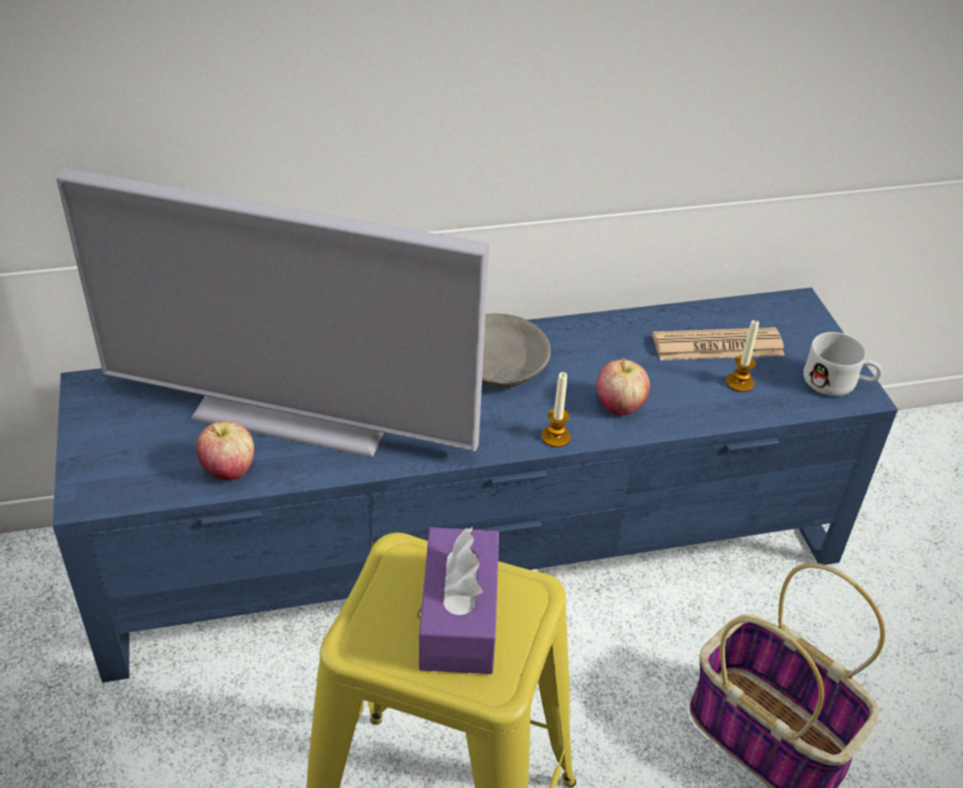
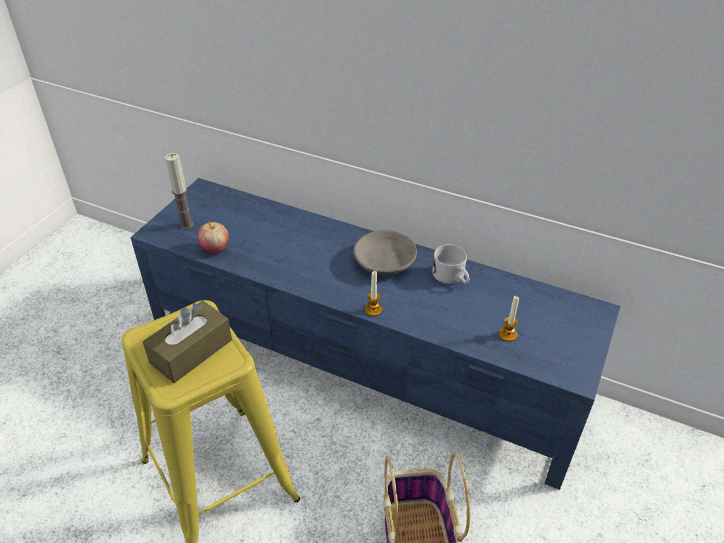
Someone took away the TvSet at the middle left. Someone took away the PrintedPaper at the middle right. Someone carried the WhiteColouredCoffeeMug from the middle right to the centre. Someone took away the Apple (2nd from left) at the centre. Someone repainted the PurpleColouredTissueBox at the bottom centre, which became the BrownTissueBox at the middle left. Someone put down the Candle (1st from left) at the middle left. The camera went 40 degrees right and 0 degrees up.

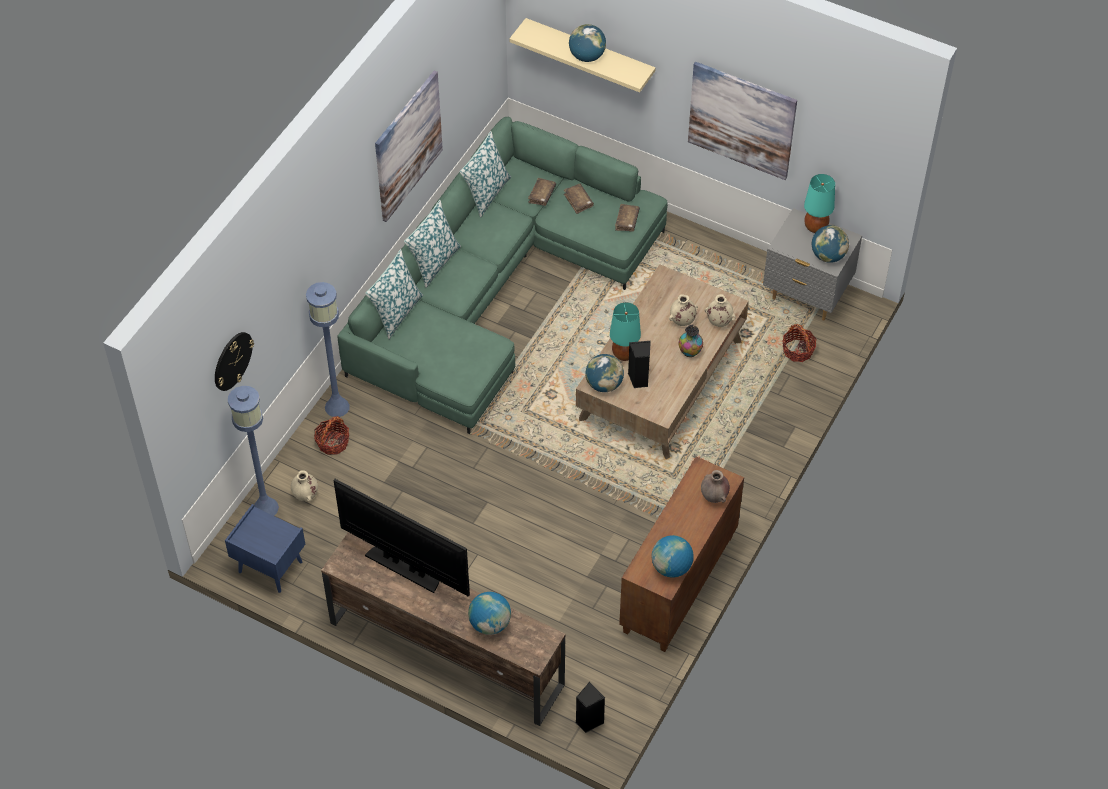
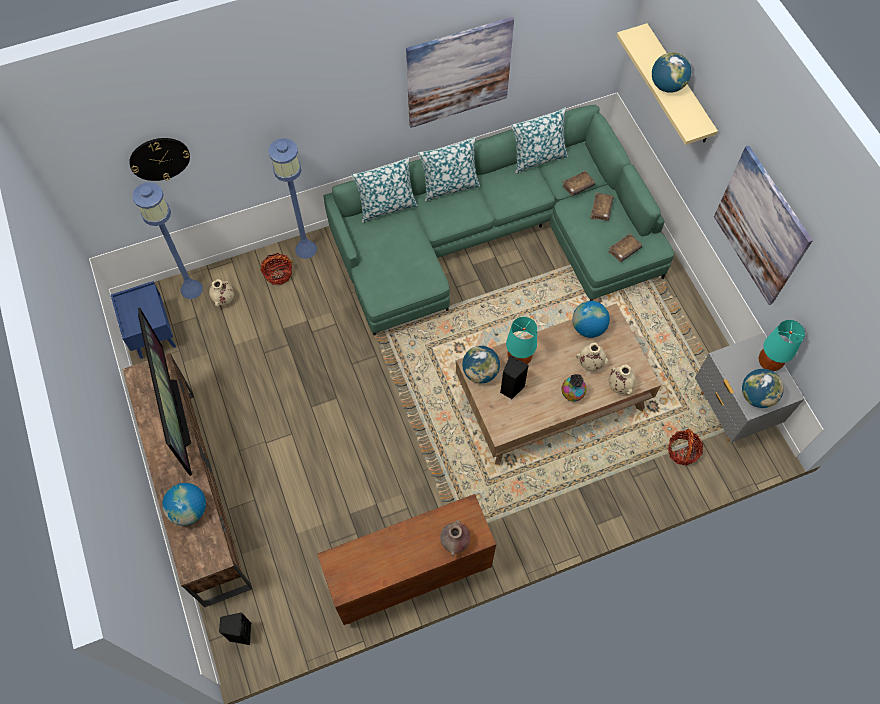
Someone carried the DeskGlobe (4th from left in the first image) from the bottom centre to the middle right. The camera went 40 degrees right and 10 degrees up.

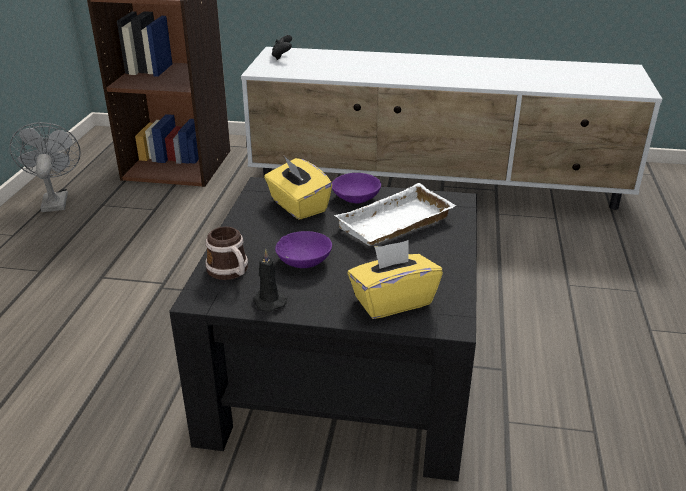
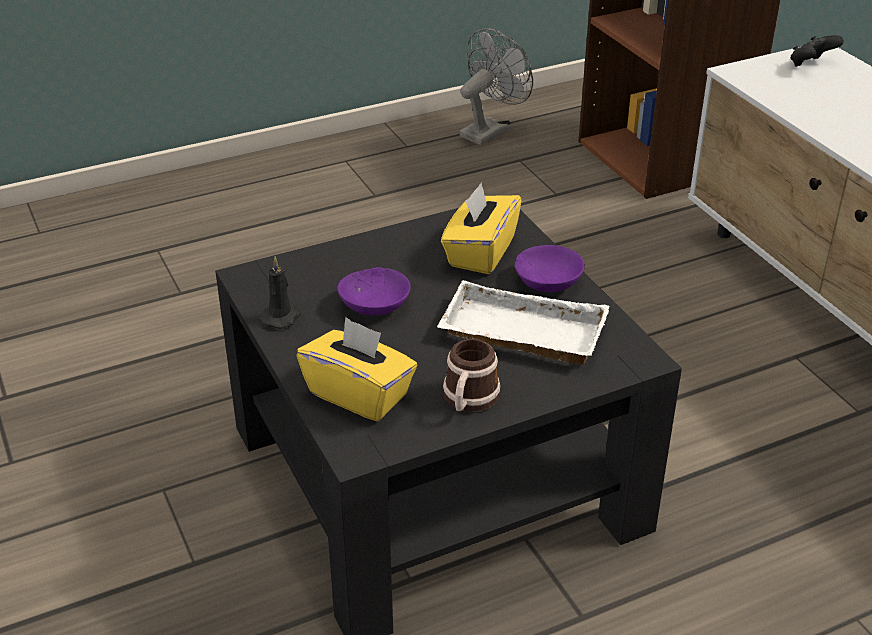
Someone carried the CoffeeMug from the middle left to the centre. The camera went 55 degrees right and 5 degrees up.

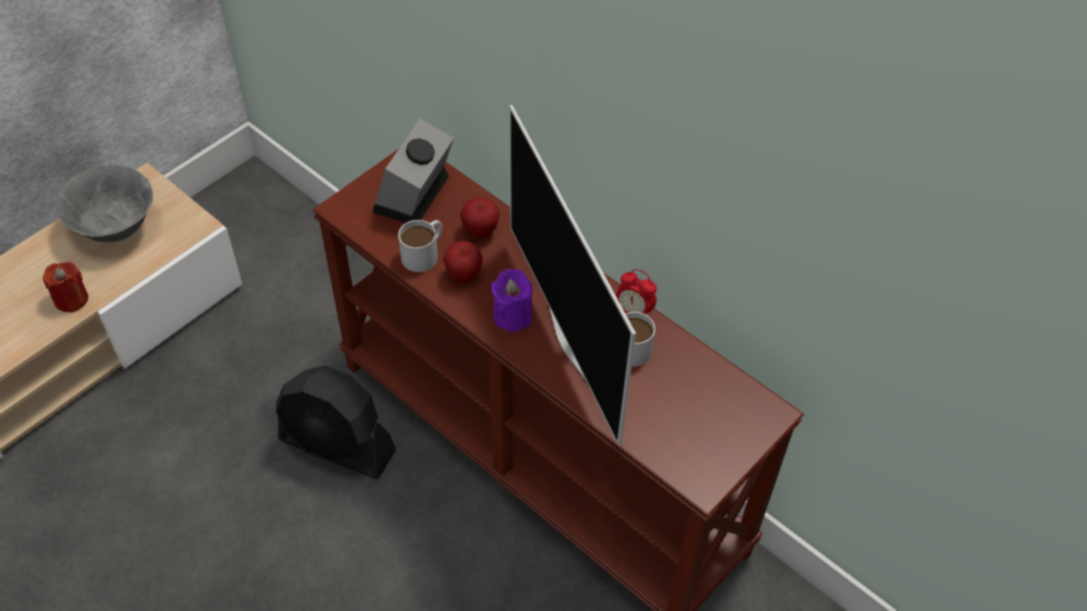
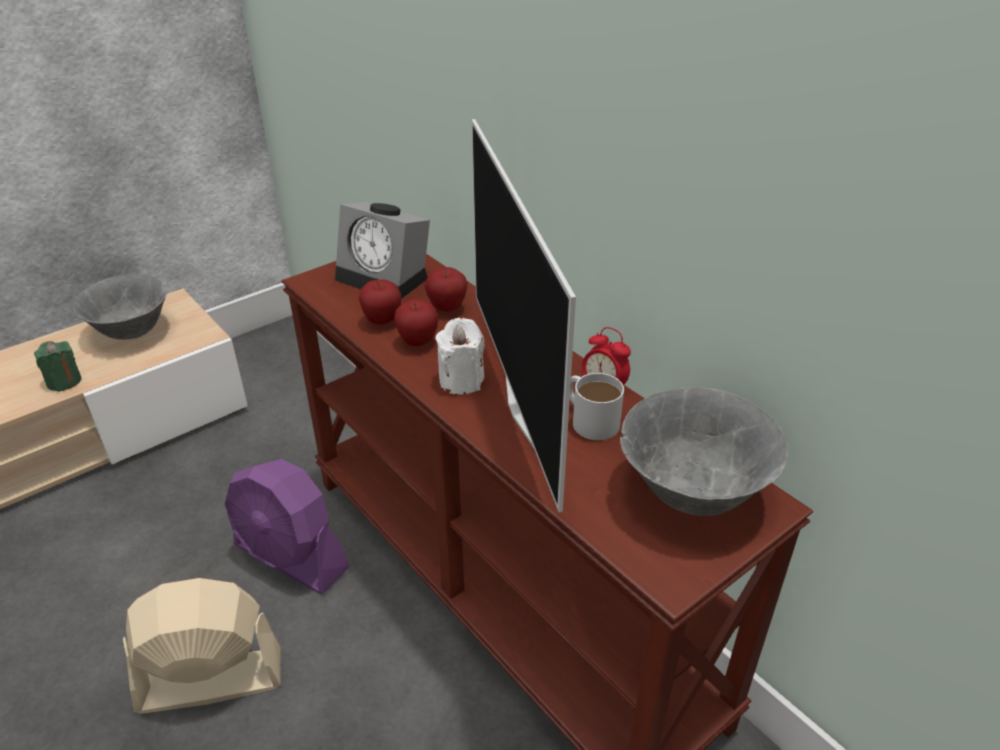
Someone rotated the AlarmClock (1st from left) at the top centre by 90 degrees counterclockwise. Someone swapped the WhiteColouredCoffeeMug (1st from left) at the centre for the Apple (1st from left) at the centre. Someone repainted the RedColouredCandle at the middle left, which became the GreenColouredCandle at the middle left. Someone repainted the PurpleColouredCandle at the centre, which became the WhiteColouredCandle at the centre. Someone repainted the BlackFan at the bottom left, which became the PurpleColouredFan at the bottom left. Someone put down the GrayBowl (2nd from left) at the middle right. Someone put down the BeigeFan at the bottom left. The camera went 10 degrees right and 15 degrees down.

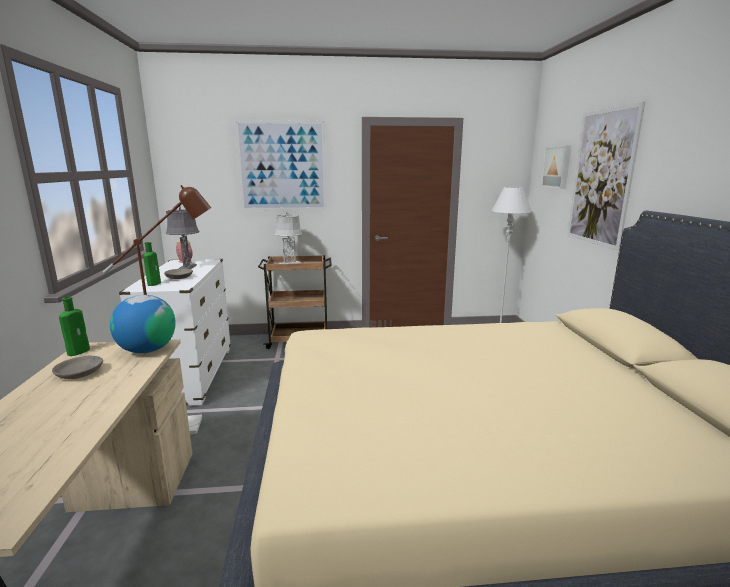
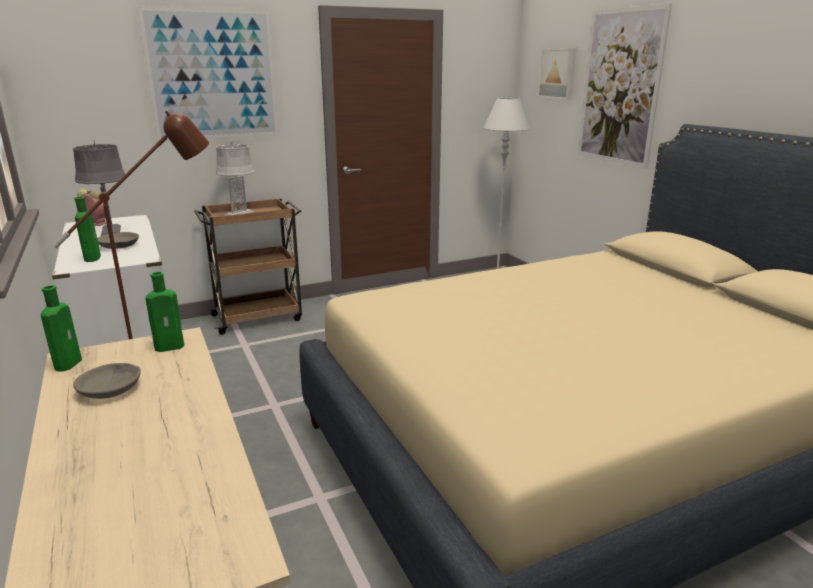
Someone swapped the DeskGlobe at the middle left for the GreenColouredBeverageBottle (3rd from left) at the middle left. The camera went 20 degrees left and 5 degrees up.

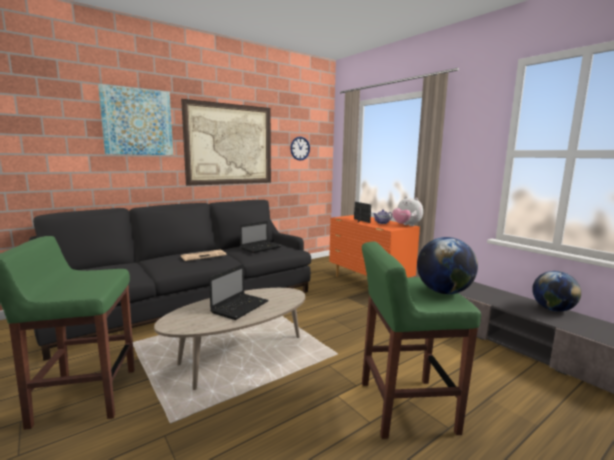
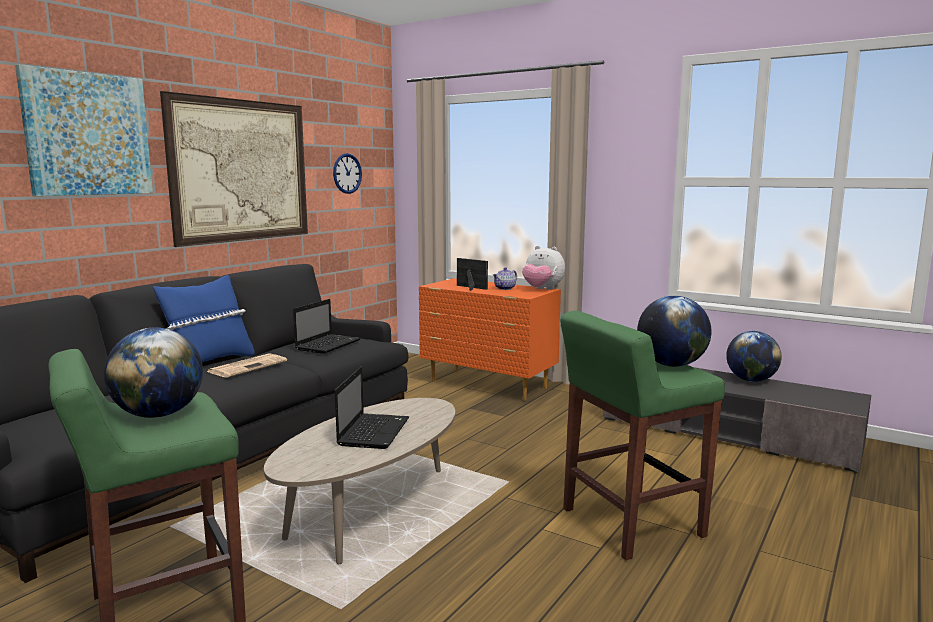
Someone put down the BluishThrowPillow at the middle left. Someone put down the DeskGlobe (1st from left) at the middle left. The camera went 20 degrees left and 0 degrees up.

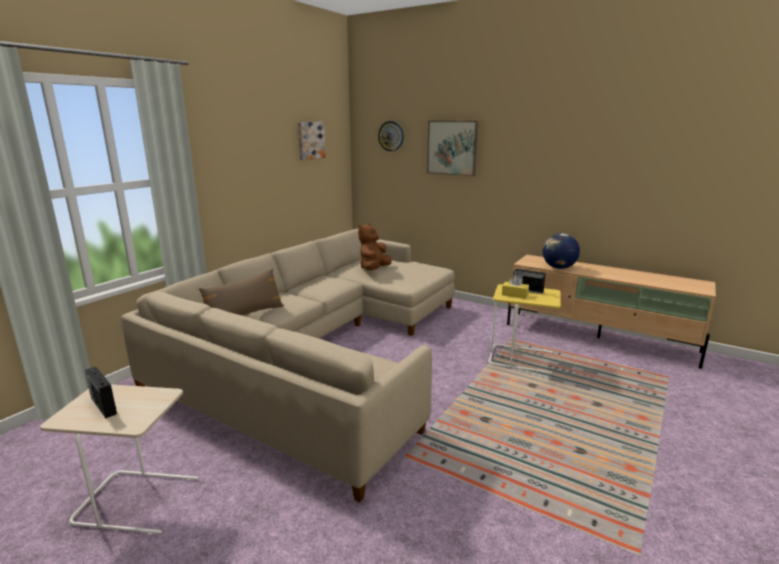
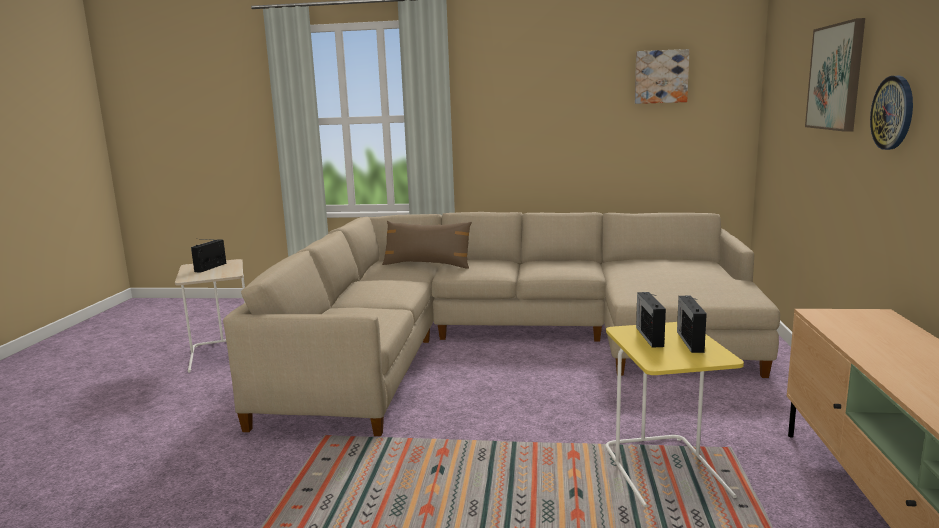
Someone carried the HangingClock from the top centre to the top right. Someone took away the BrownSoftToy at the centre. Someone took away the DeskGlobe at the middle right. Someone swapped the YellowColouredTissueBox at the centre for the RadioSet (2nd from left) at the middle right. The camera went 65 degrees right and 5 degrees down.

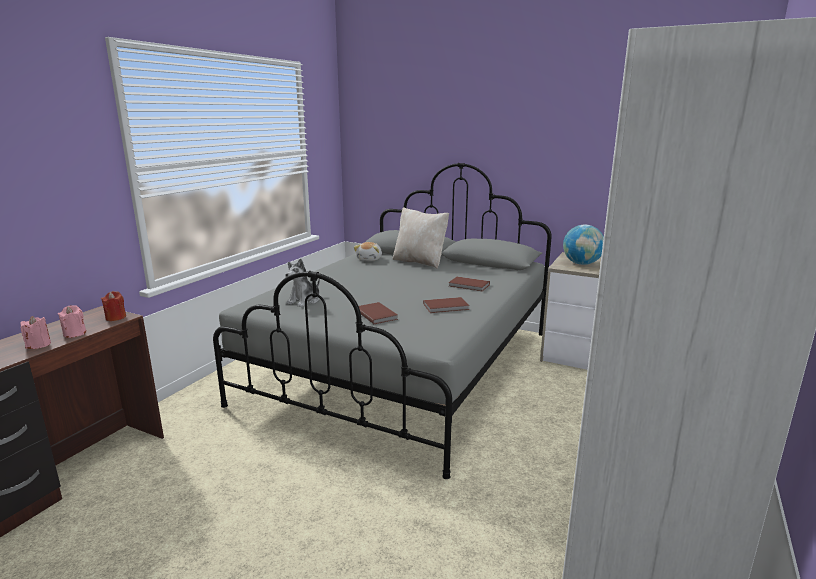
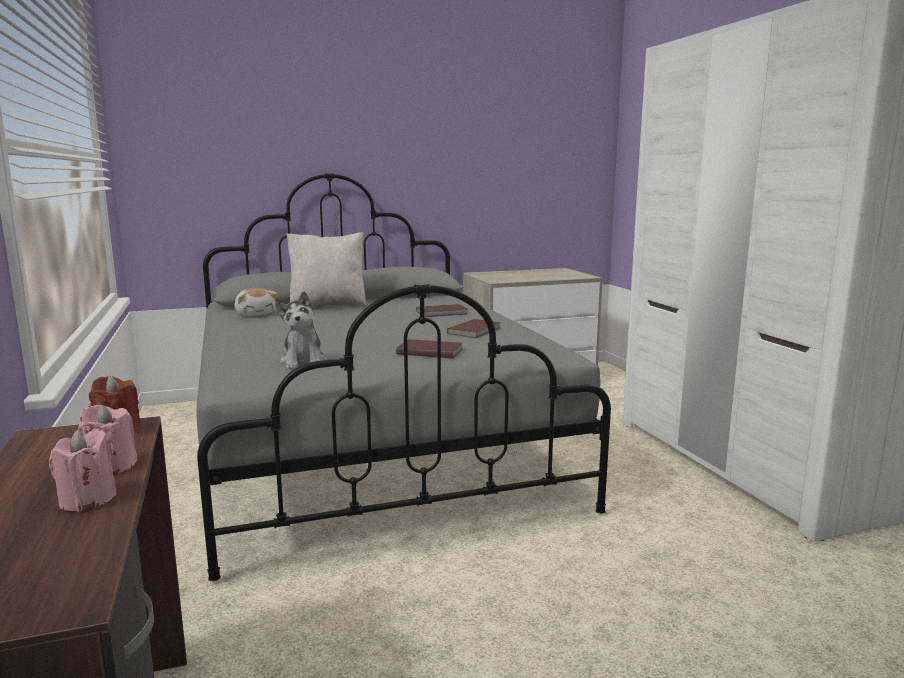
Someone took away the DeskGlobe at the middle right. The camera went 45 degrees left and 5 degrees down.

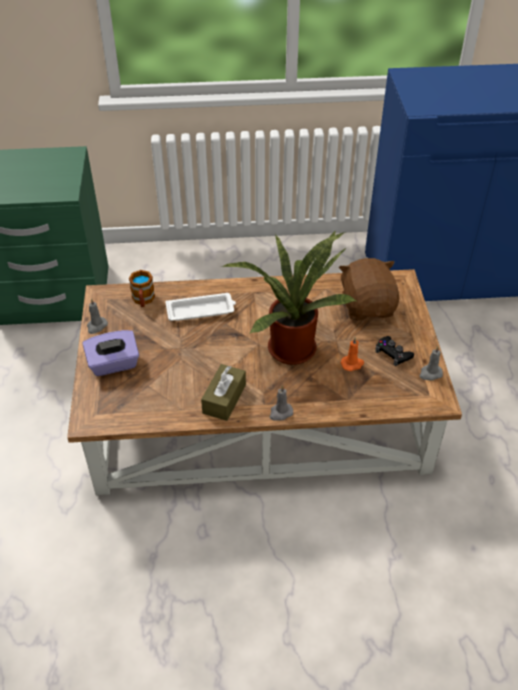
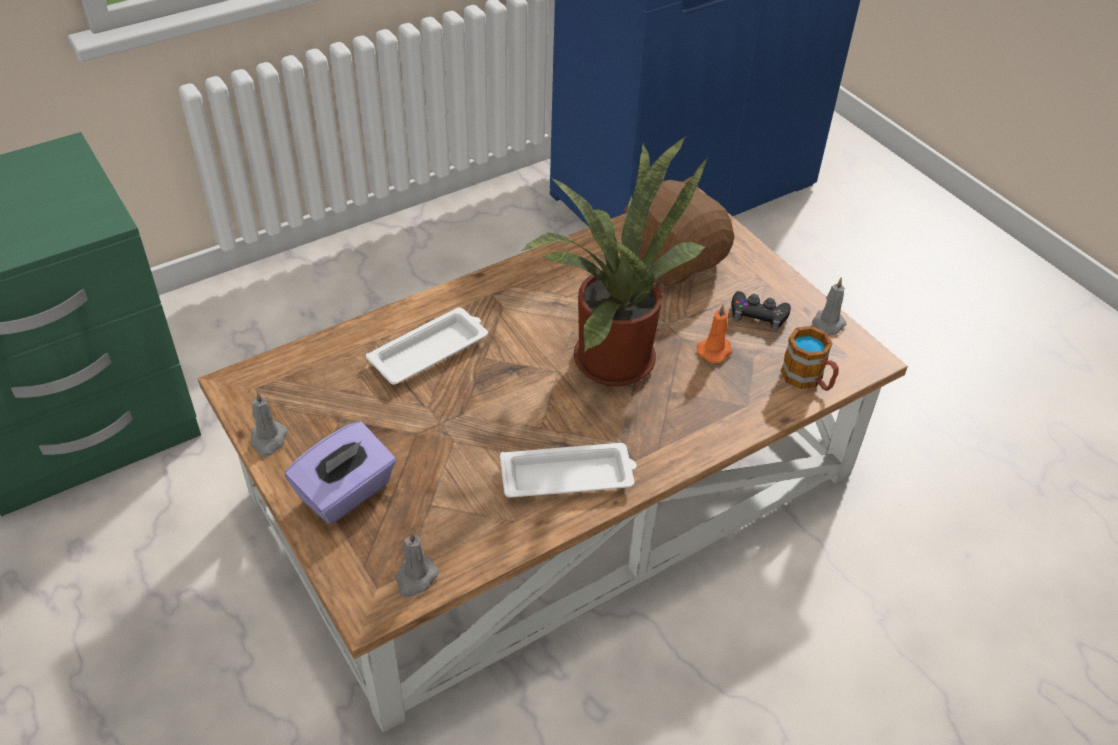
Someone carried the CoffeeMug from the middle left to the middle right. Someone swapped the BrownTissueBox at the centre for the WhiteColouredCarryingTray (2nd from left) at the centre. Someone carried the GrayCandle (2nd from left) from the centre to the bottom centre. The camera went 30 degrees left and 0 degrees up.

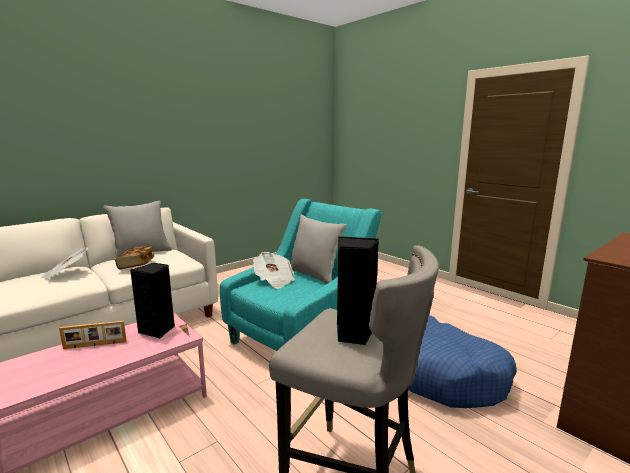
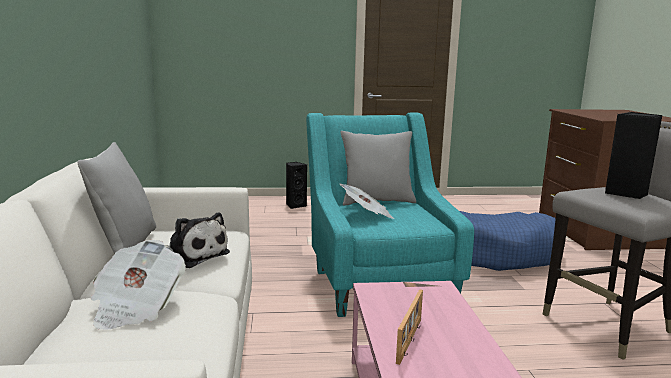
Someone swapped the Book at the middle left for the SoftToy at the middle left. Someone carried the BlackAudioSpeaker (1st from left) from the middle left to the centre. The camera went 55 degrees left and 0 degrees up.

